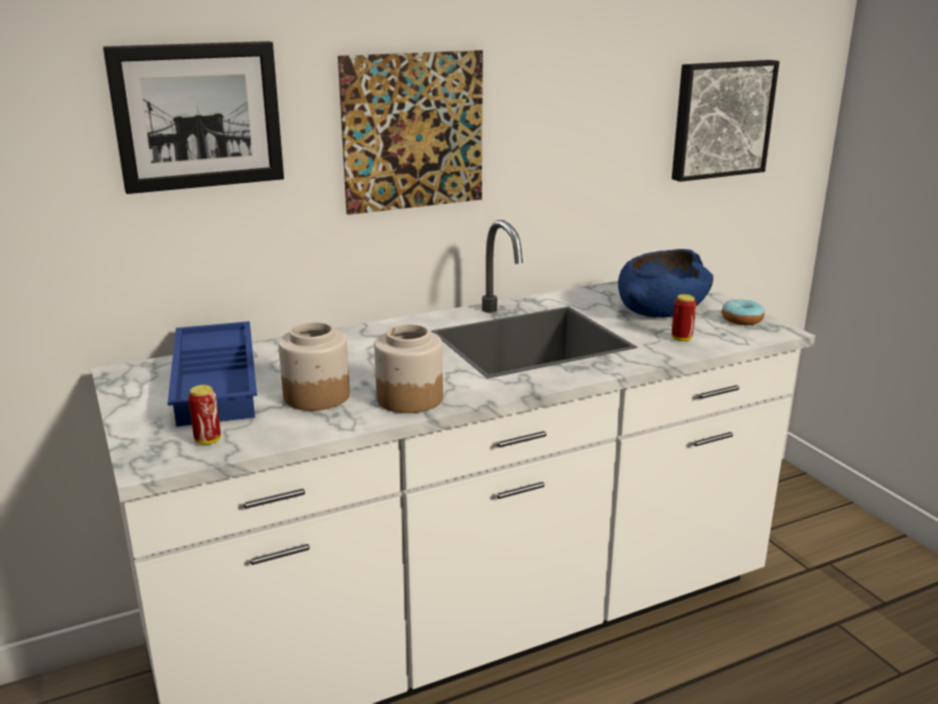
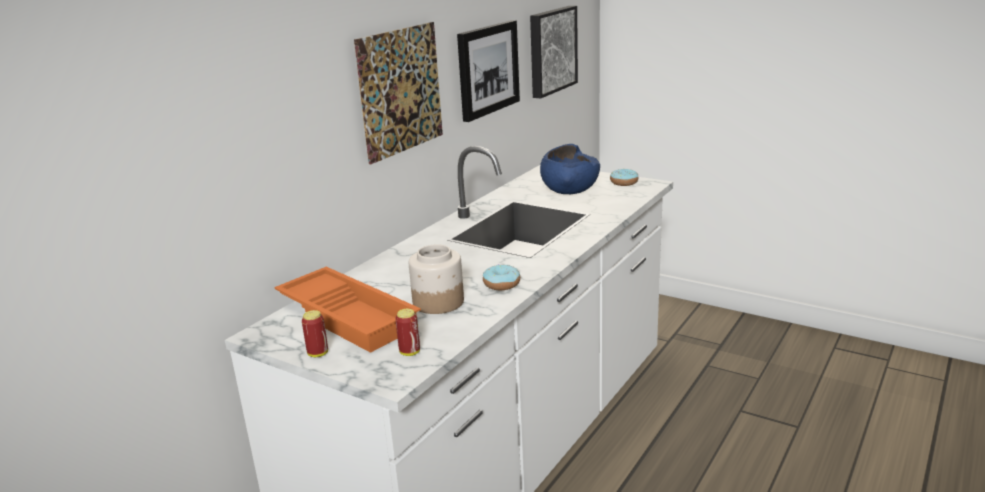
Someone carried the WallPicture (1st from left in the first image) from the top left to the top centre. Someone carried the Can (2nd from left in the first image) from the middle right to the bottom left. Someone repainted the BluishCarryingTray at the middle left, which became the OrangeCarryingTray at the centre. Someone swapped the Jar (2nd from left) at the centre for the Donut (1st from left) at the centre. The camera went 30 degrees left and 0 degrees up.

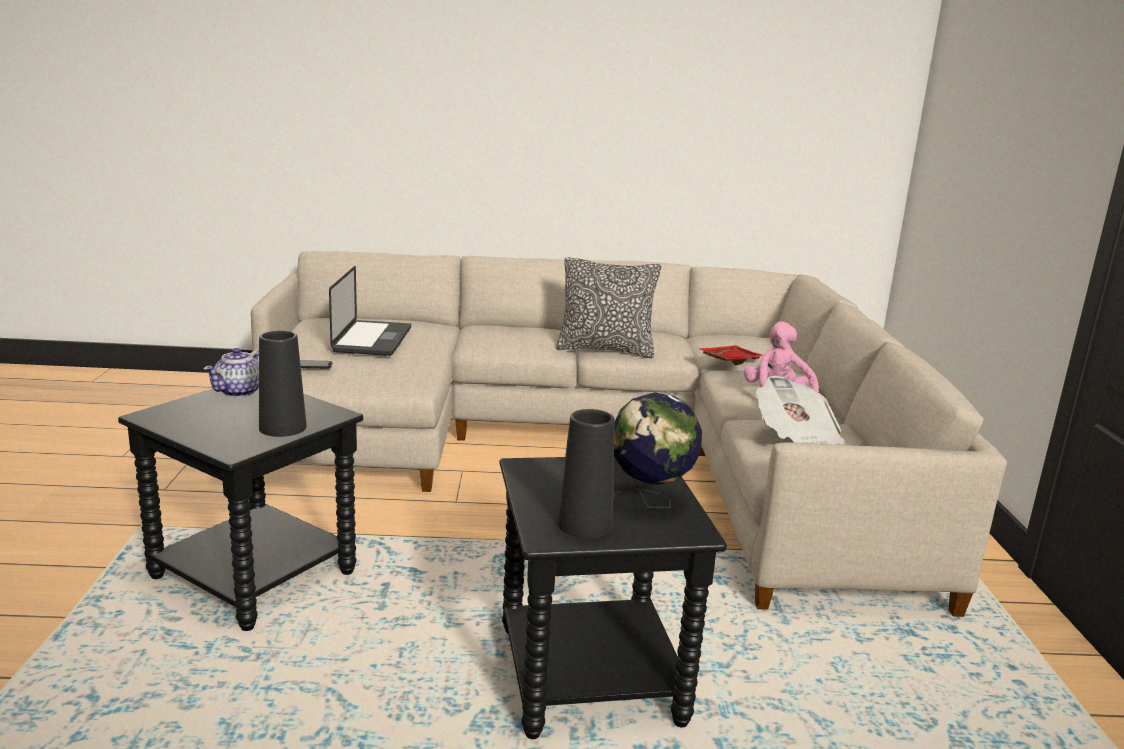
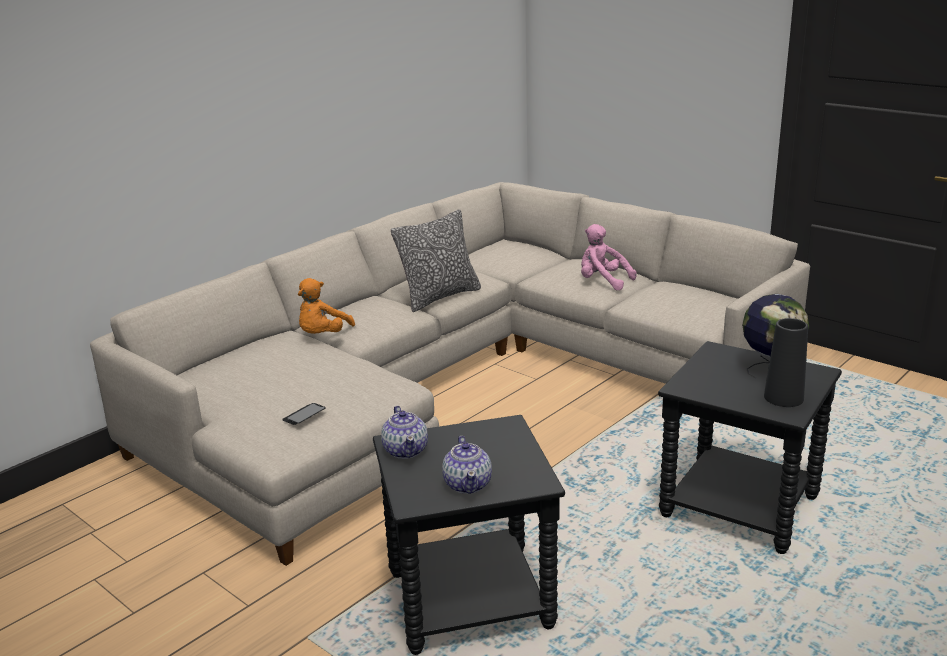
Someone took away the PortableComputer at the middle left. Someone took away the BlackVase (1st from left) at the middle left. Someone took away the RedColouredCarryingTray at the centre. Someone took away the PrintedPaper at the middle right. Someone put down the OrangeSoftToy at the centre. Someone put down the TeaPot (2nd from left) at the bottom centre. The camera went 45 degrees left and 5 degrees up.

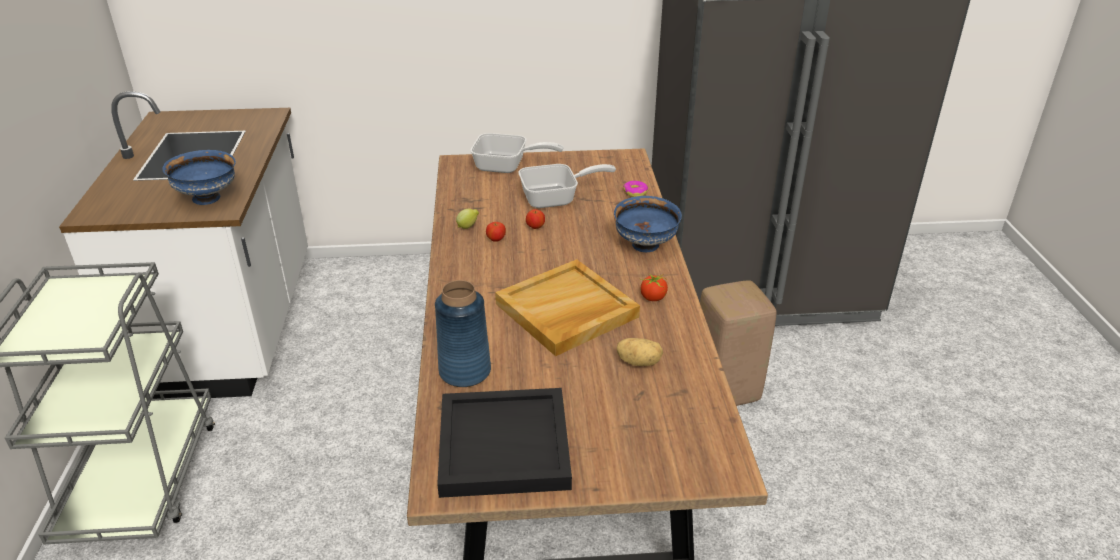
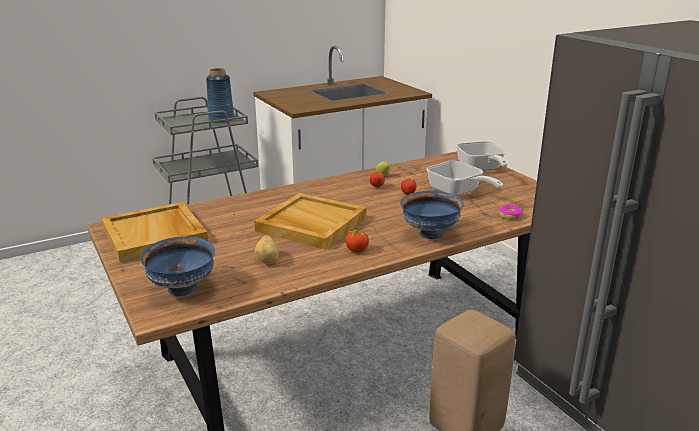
Someone carried the BluishBowl (1st from left) from the top left to the middle left. Someone carried the BluishVase from the centre to the top left. Someone repainted the BlackCarryingTray at the bottom centre, which became the BeigeCarryingTray (1st from left) at the middle left. The camera went 65 degrees right and 10 degrees down.

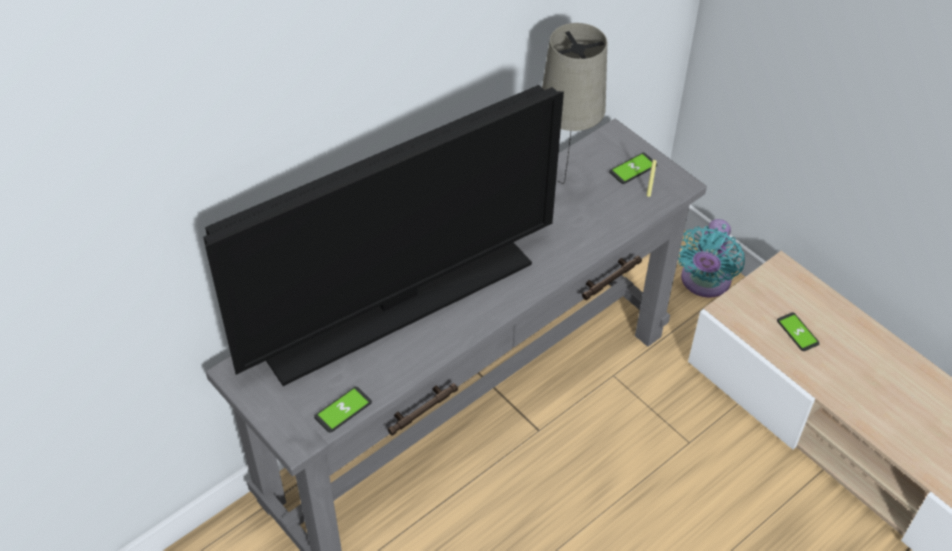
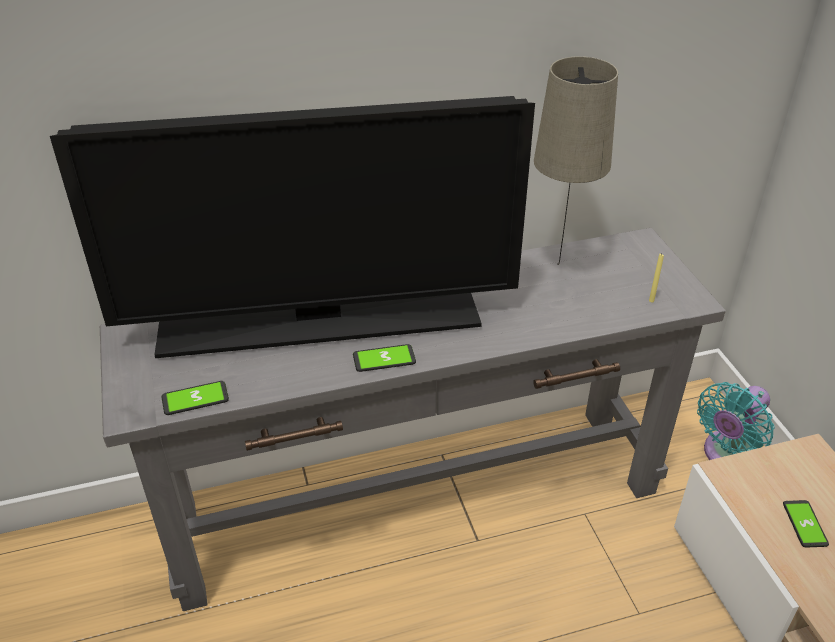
Someone carried the Phone (2nd from left) from the top centre to the centre. The camera went 25 degrees right and 10 degrees down.

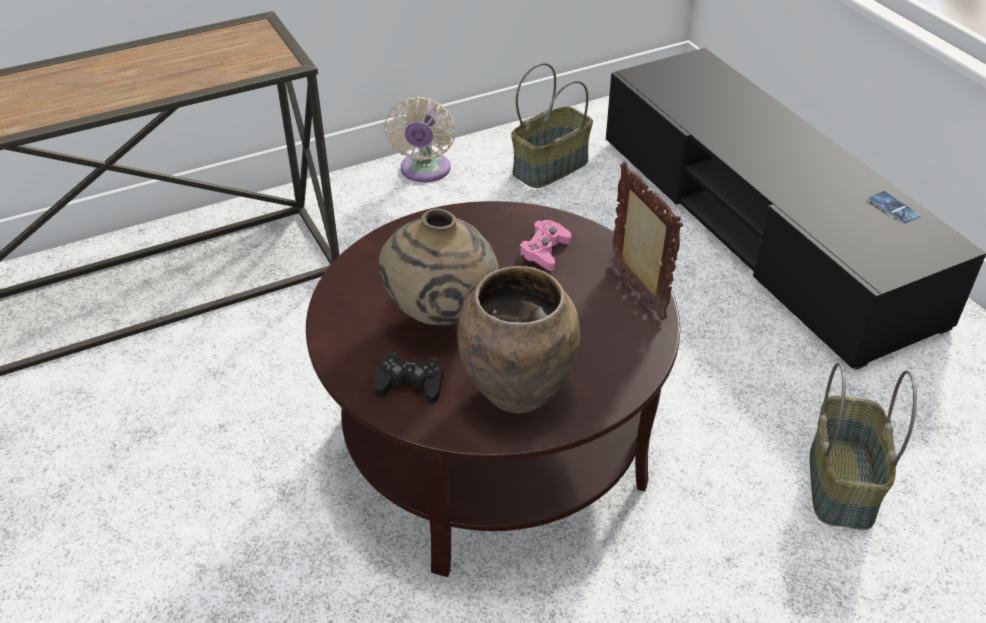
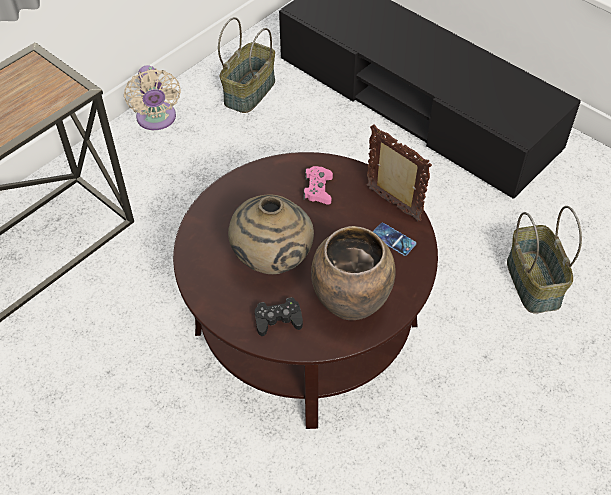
Someone carried the Phone from the top right to the centre. The camera went 20 degrees left and 10 degrees up.

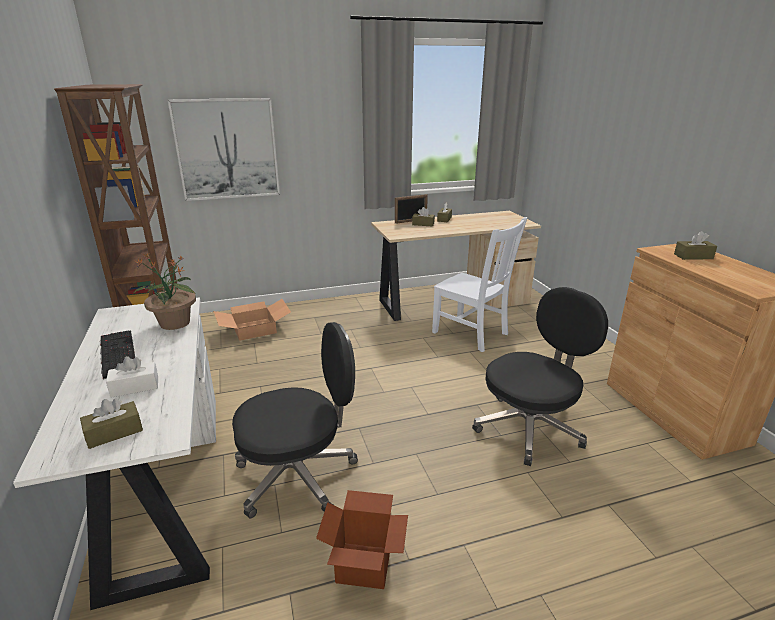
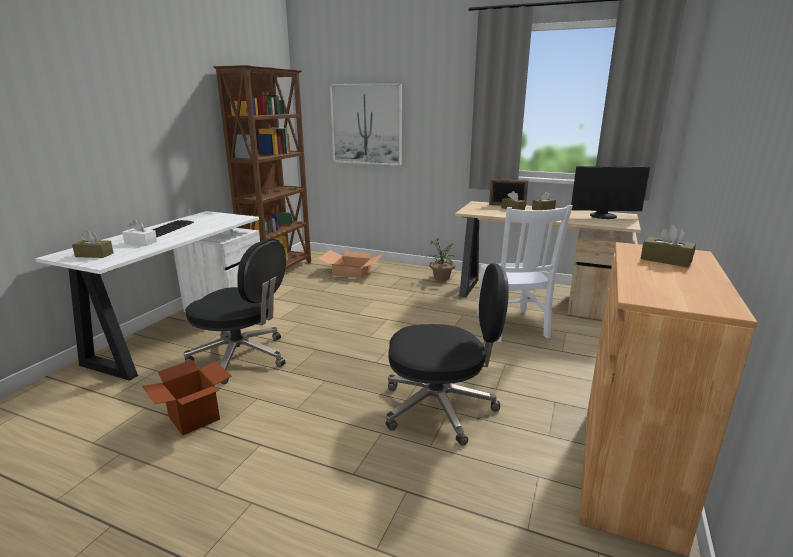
Someone carried the PlantInAPot from the middle left to the centre. Someone put down the Monitor at the middle right. The camera went 40 degrees right and 5 degrees down.

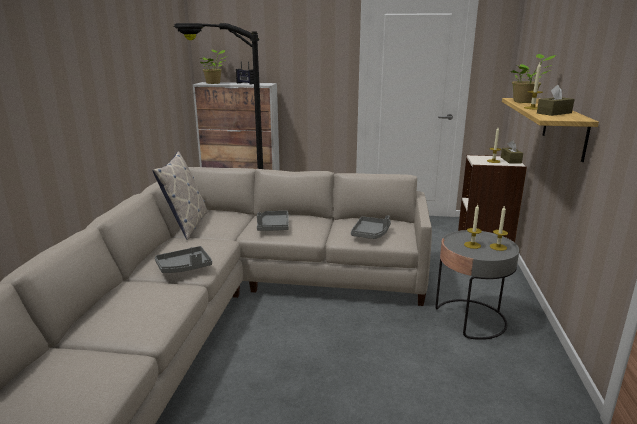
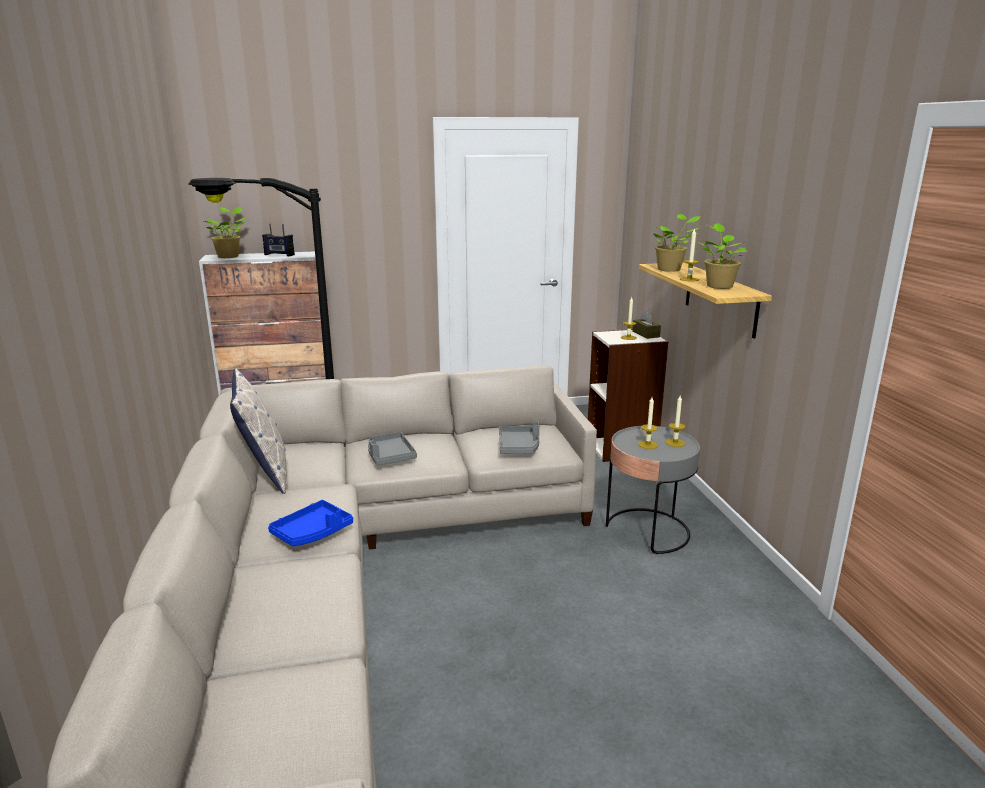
Someone swapped the BrownTissueBox (2nd from left) at the top right for the PlantInAPot (3rd from left) at the top right. Someone repainted the GrayCarryingTray (1st from left) at the middle left, which became the BluishCarryingTray at the middle left. The camera went 20 degrees left and 0 degrees up.

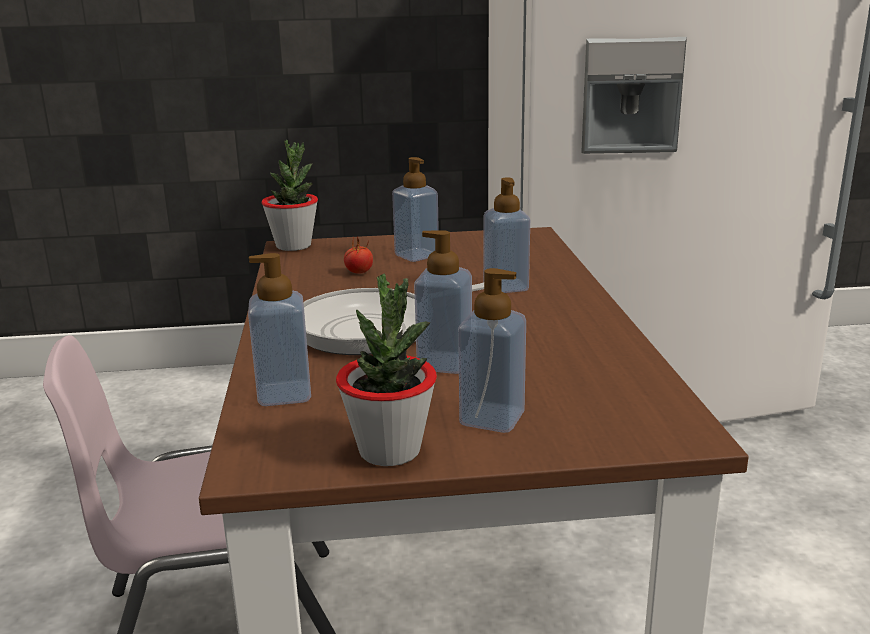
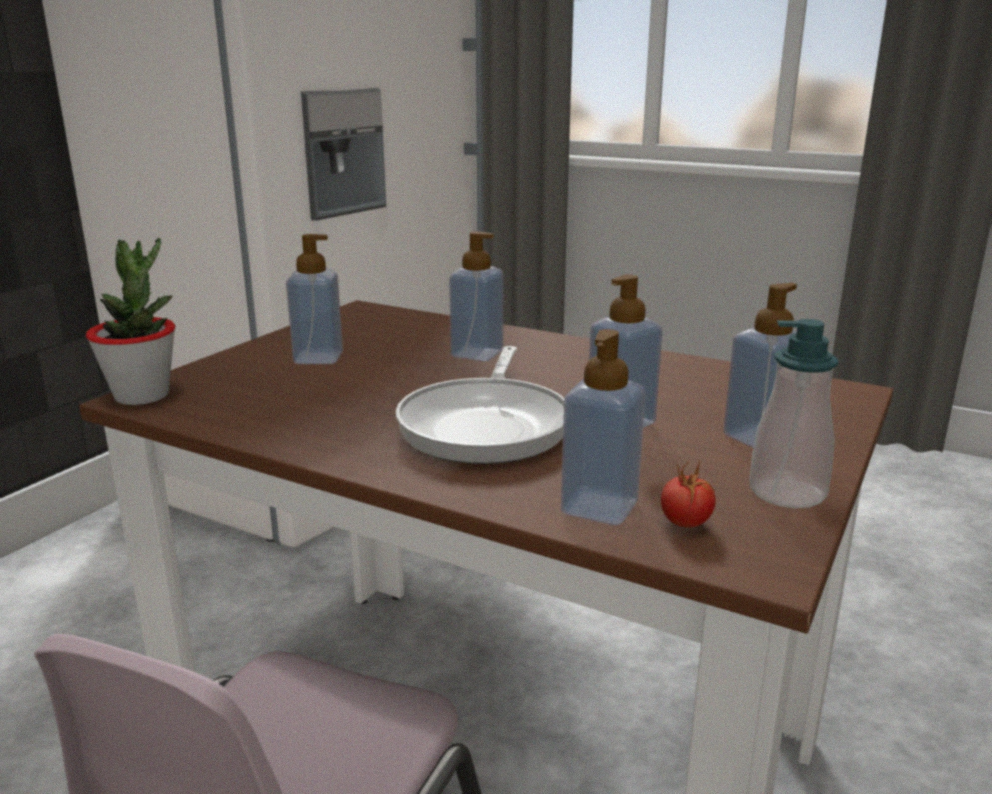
Someone carried the FreshTomato from the centre to the middle right. Someone swapped the PlantInAPot (2nd from left) at the centre for the SoapDispenser (6th from left) at the middle right. The camera went 55 degrees left and 0 degrees up.

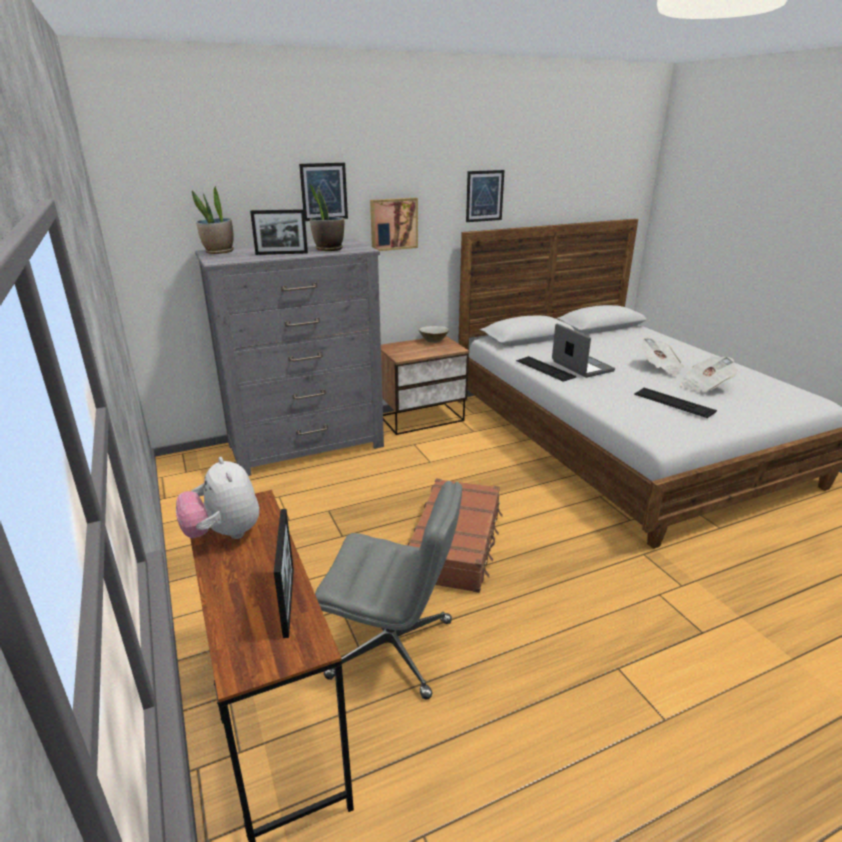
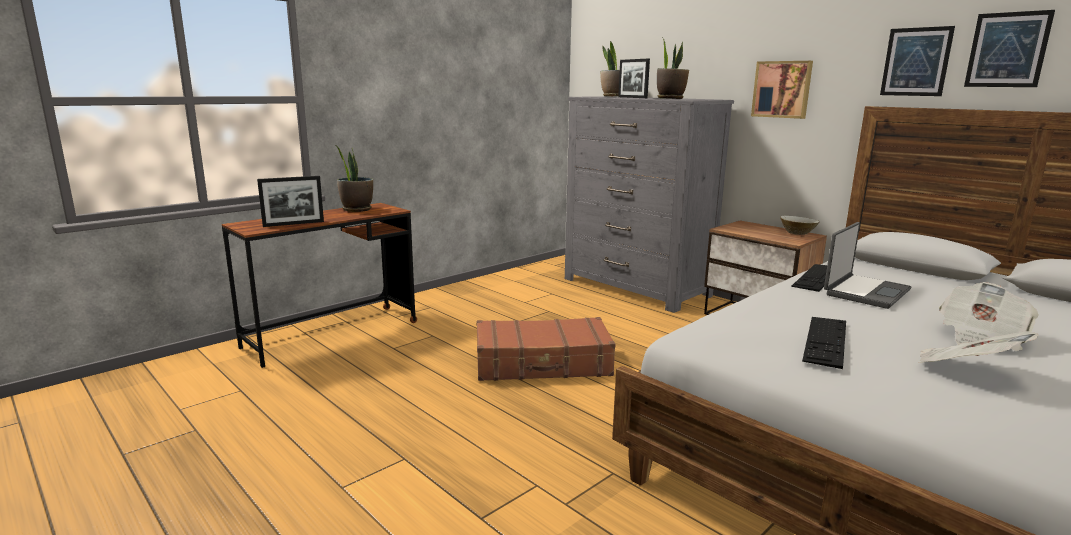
Someone carried the WallPicture (1st from left in the first image) from the top centre to the top right. Someone swapped the SoftToy at the middle left for the PlantInAPot (1st from left) at the middle left. Someone took away the GrayComputerChair at the bottom centre. The camera went 70 degrees right and 10 degrees down.

